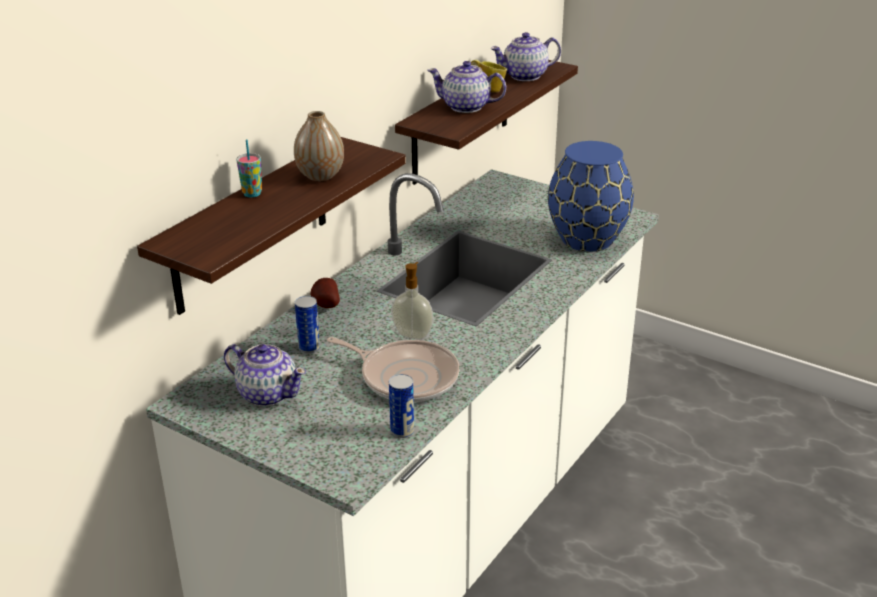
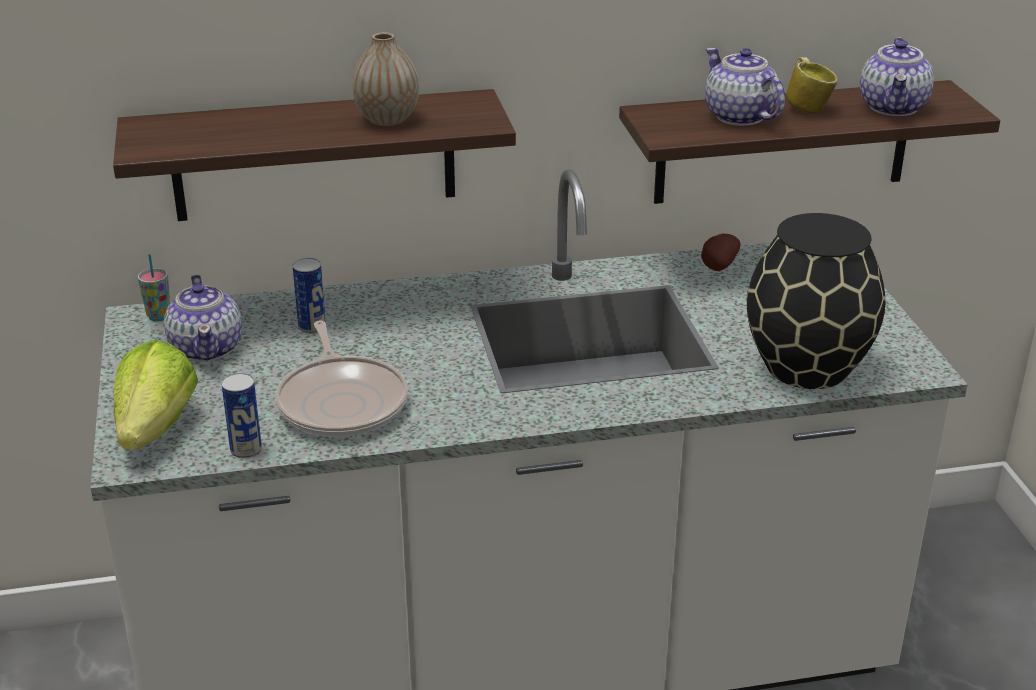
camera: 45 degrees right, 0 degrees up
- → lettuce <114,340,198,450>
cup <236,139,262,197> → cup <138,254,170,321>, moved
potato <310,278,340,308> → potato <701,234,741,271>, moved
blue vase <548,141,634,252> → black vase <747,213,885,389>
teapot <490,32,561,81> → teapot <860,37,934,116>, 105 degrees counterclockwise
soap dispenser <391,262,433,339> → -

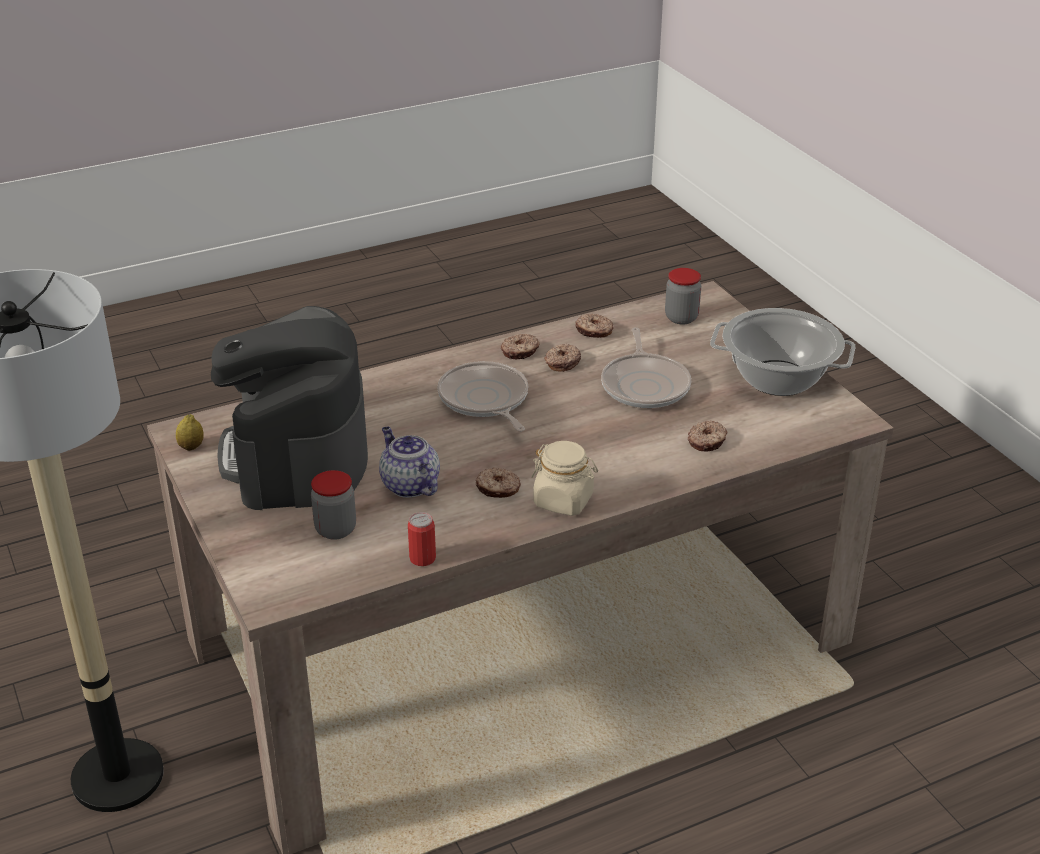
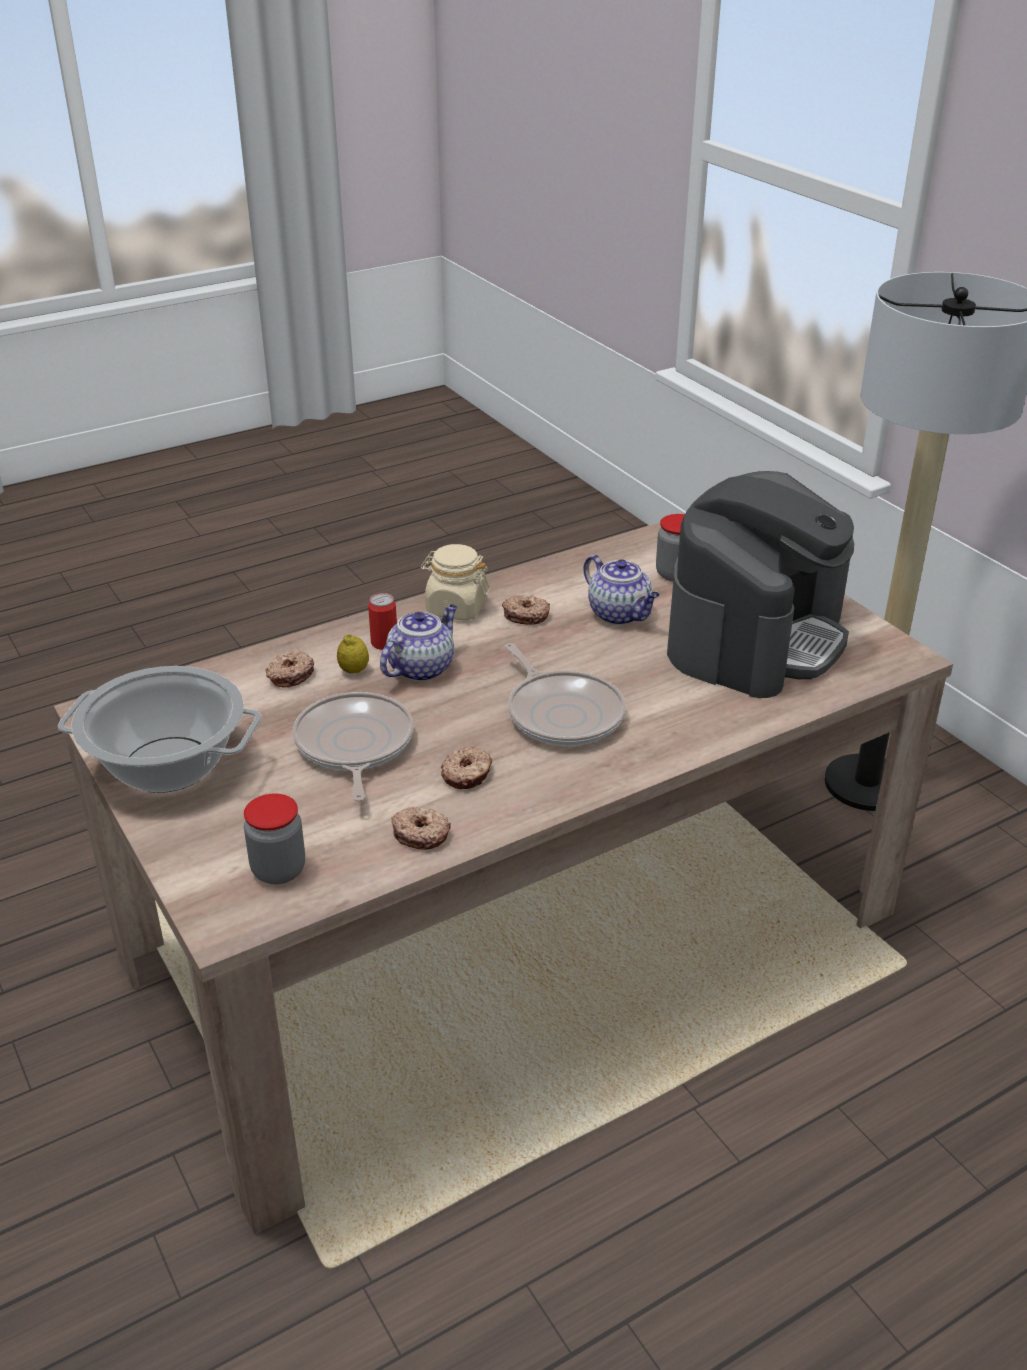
camera: 175 degrees right, 0 degrees up
lemon <176,414,204,451> → lemon <337,634,369,674>, moved
can <408,512,436,566> → can <368,593,397,650>, moved
- → teapot <380,604,457,682>
coffee machine <211,306,368,510> → coffee machine <667,471,854,698>, 45 degrees clockwise
donut <501,334,540,359> → -

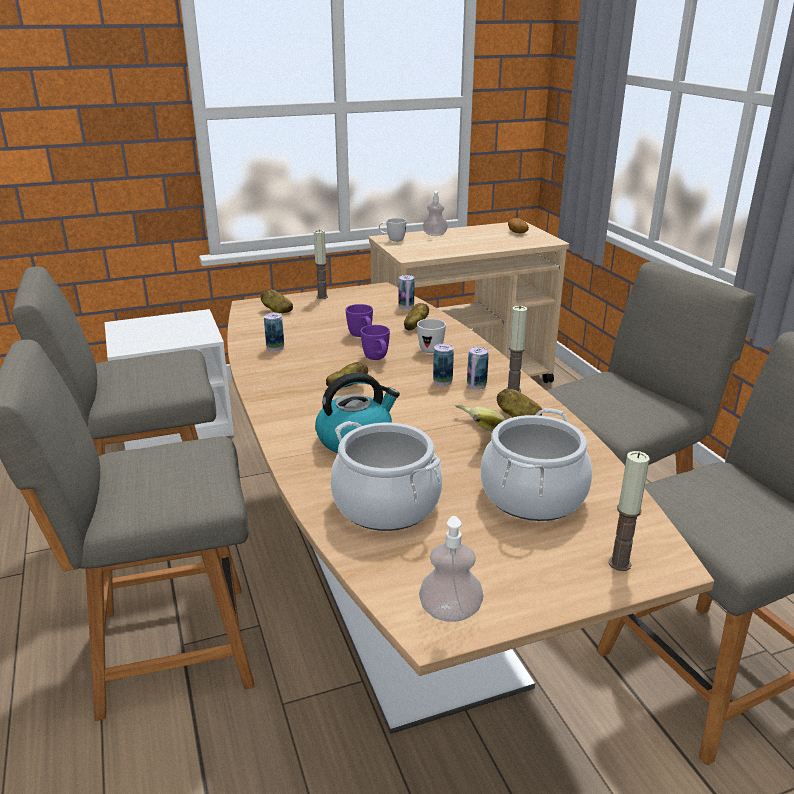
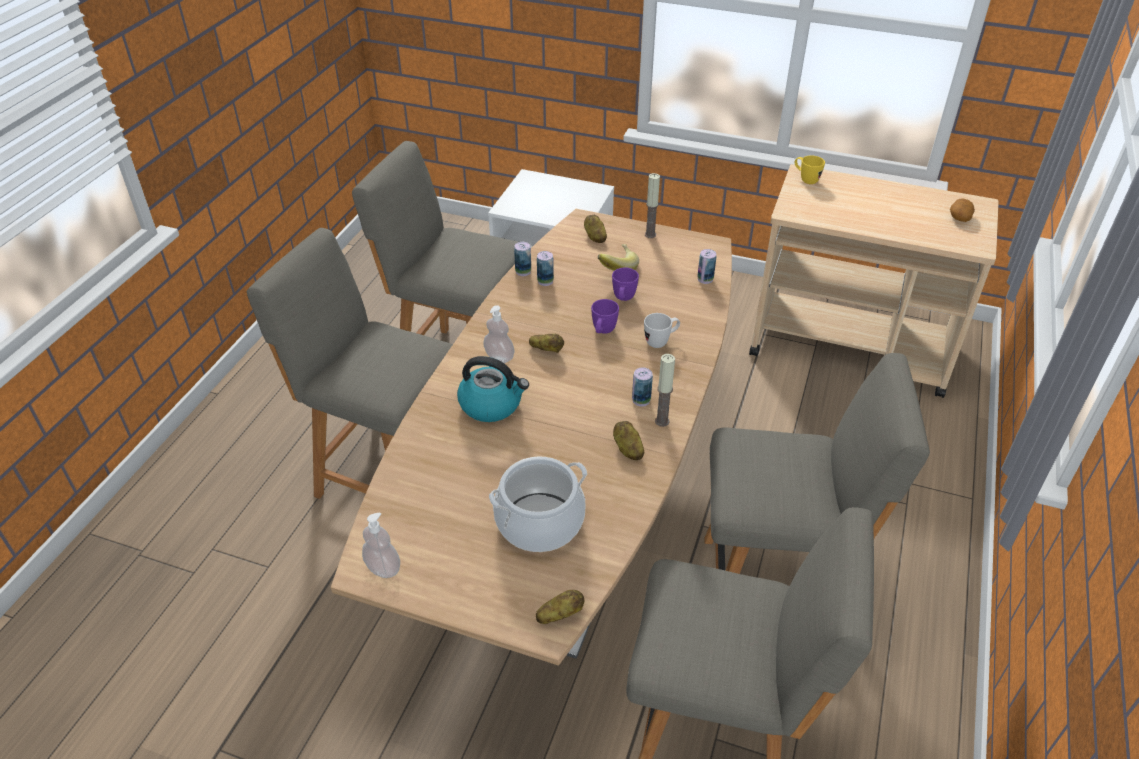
camera: 40 degrees right, 15 degrees up
soap dispenser <423,191,448,236> → soap dispenser <483,305,515,363>, moved
can <433,344,454,386> → can <514,242,531,276>, moved
potato <404,303,429,330> → potato <536,590,584,624>, moved
banana <455,403,505,432> → banana <597,244,639,271>, moved
white mug <379,218,407,242> → yellow mug <795,156,825,184>
cooking pot <330,421,442,531> → -
candle <609,451,650,571> → -

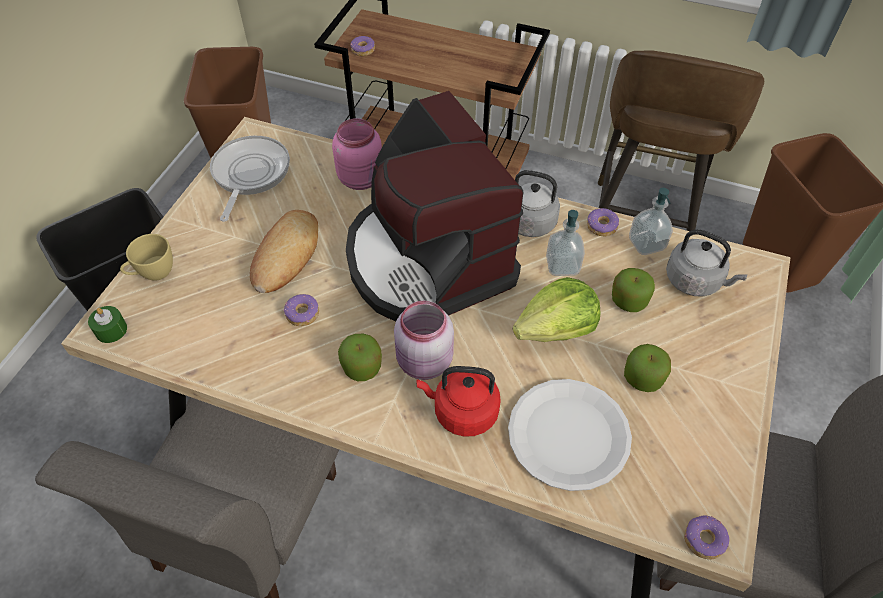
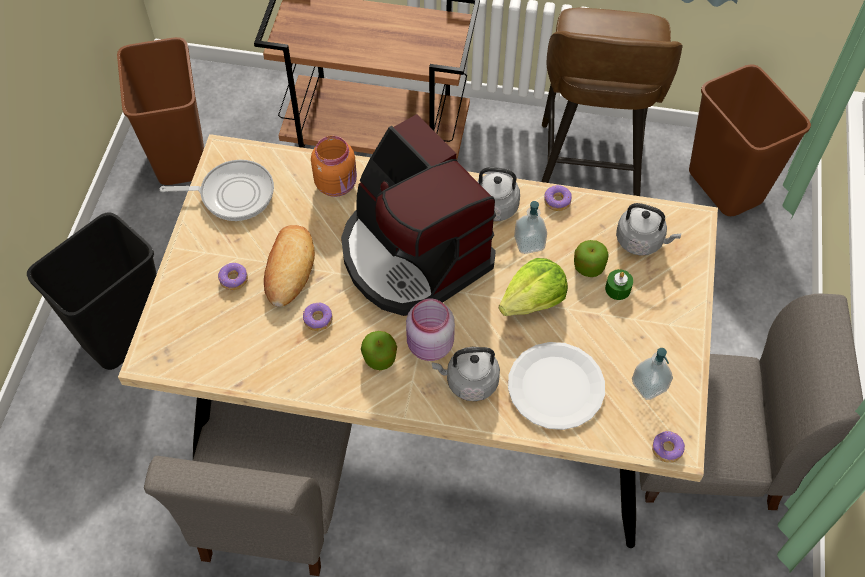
camera: 10 degrees left, 5 degrees up
frying pan <210,136,290,222> → frying pan <160,160,274,221>, 90 degrees clockwise
donut <350,36,375,56> → donut <218,263,248,290>, moved
pink jar <332,118,382,190> → orange jar <311,136,357,197>
red kettle <417,366,501,437> → grey kettle <432,347,500,401>
green candle <88,306,127,343> → green candle <605,269,633,300>, moved
soap dispenser <629,188,673,255> → soap dispenser <632,348,673,400>, moved
yellow cup <120,234,173,281> → -
apple <624,344,671,392> → -

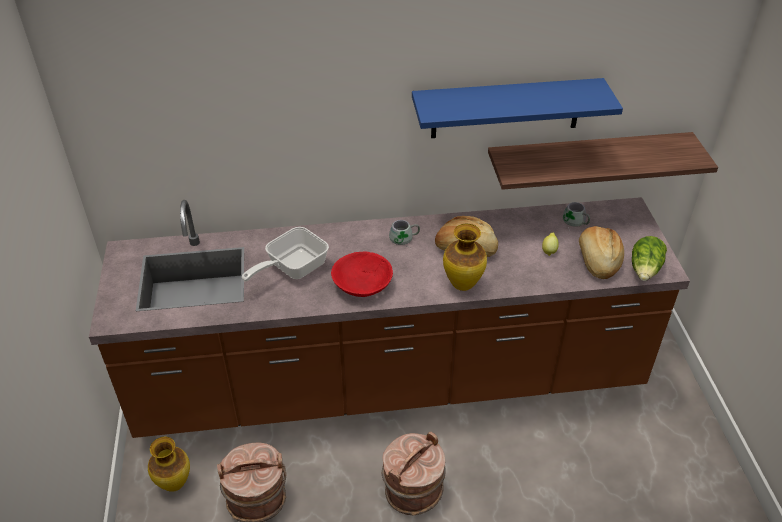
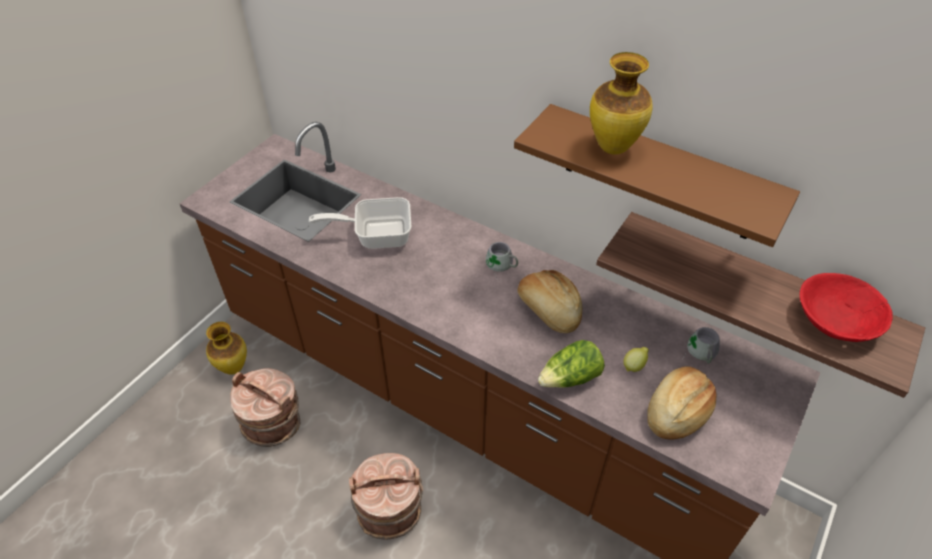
camera: 40 degrees right, 5 degrees up
blue shelf <412,78,623,138> → brown shelf <514,104,800,247>
lettuce <632,236,667,281> → lettuce <538,340,605,388>, moved
vase <443,224,487,291> → vase <590,52,653,155>, moved
red bowl <331,252,393,297> → red bowl <800,273,893,342>, moved

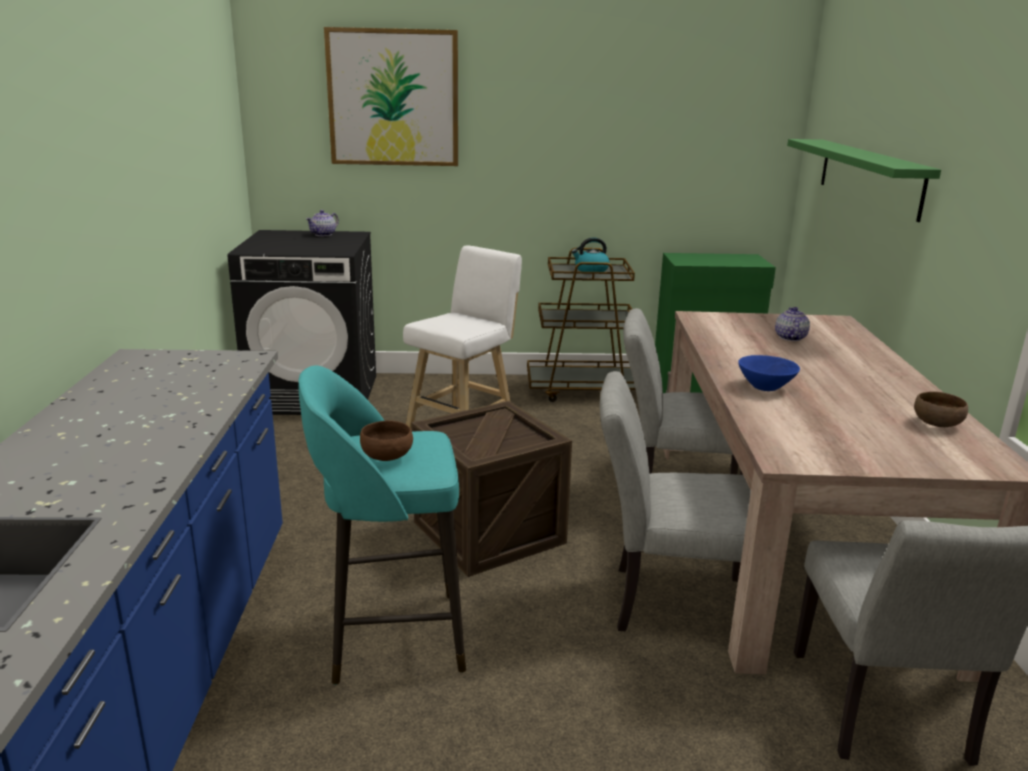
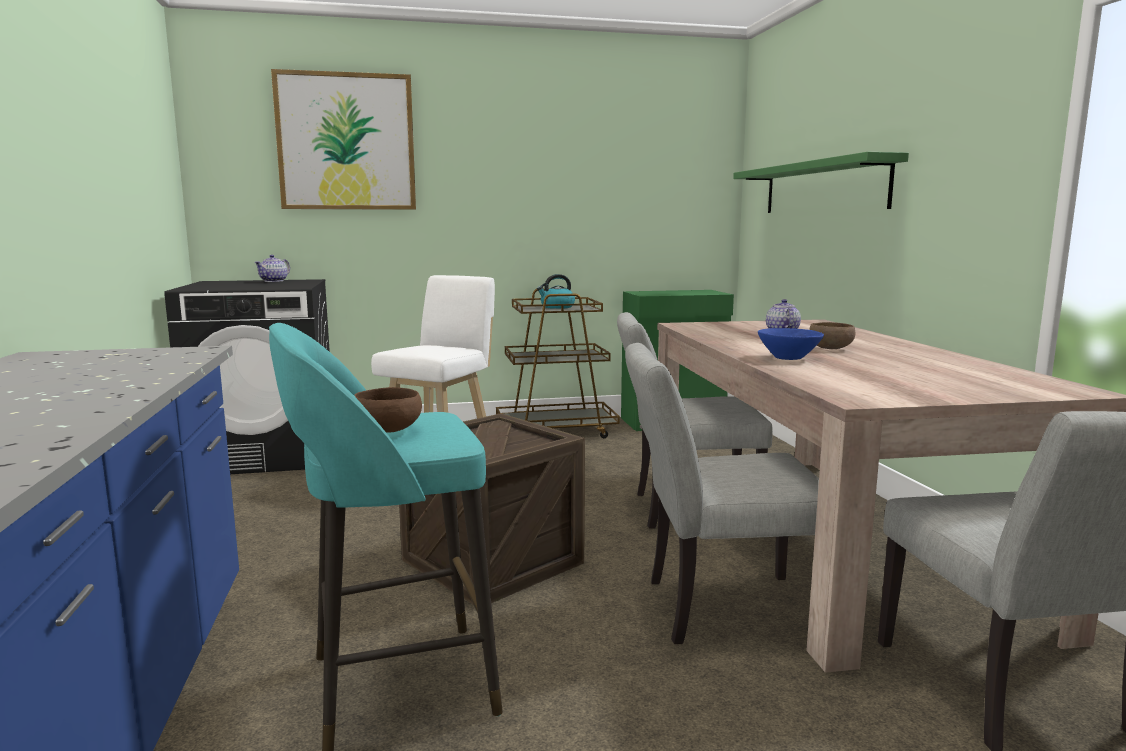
camera: 10 degrees left, 10 degrees down
brown bowl <914,392,968,427> → brown bowl <809,322,855,349>, moved

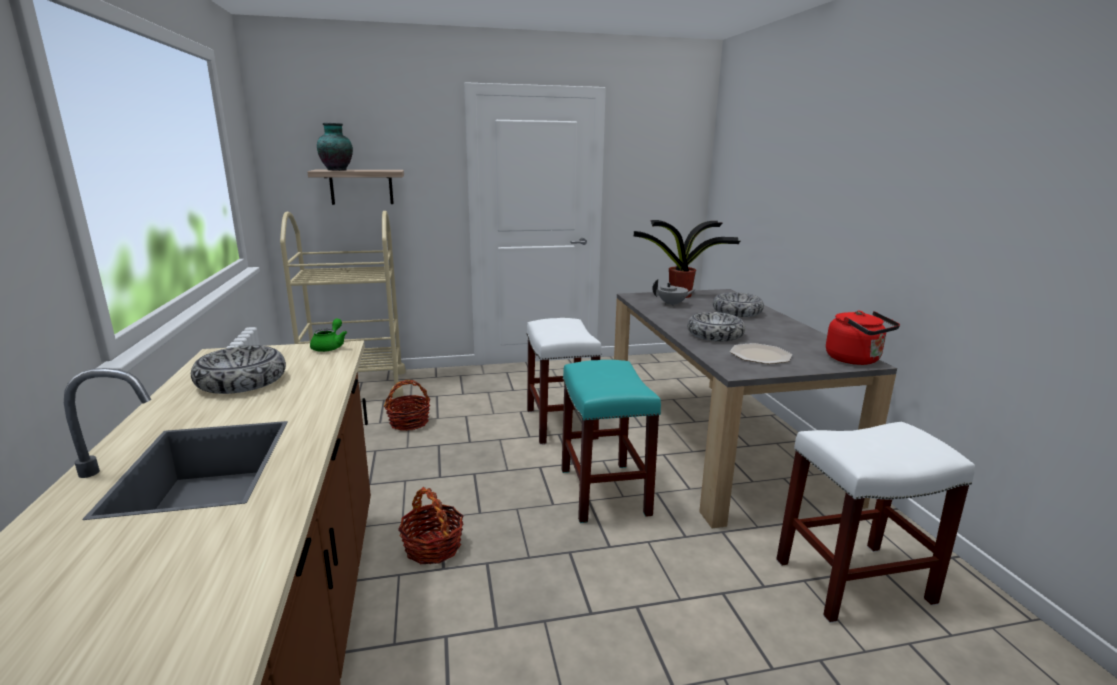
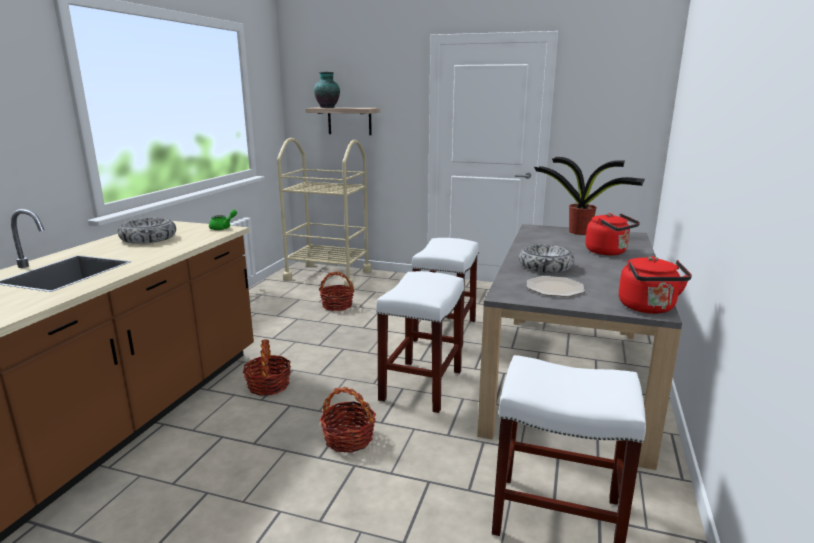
camera: 30 degrees right, 0 degrees up
- → basket <320,387,376,453>
turquoise stool <562,360,661,523> → white stool <376,271,464,413>
bowl <713,292,764,317> → red kettle <585,213,640,256>
grey teapot <652,279,696,307> → -

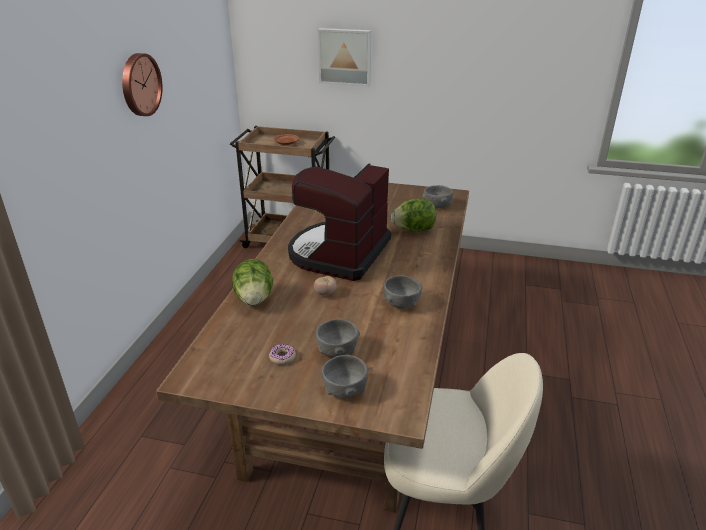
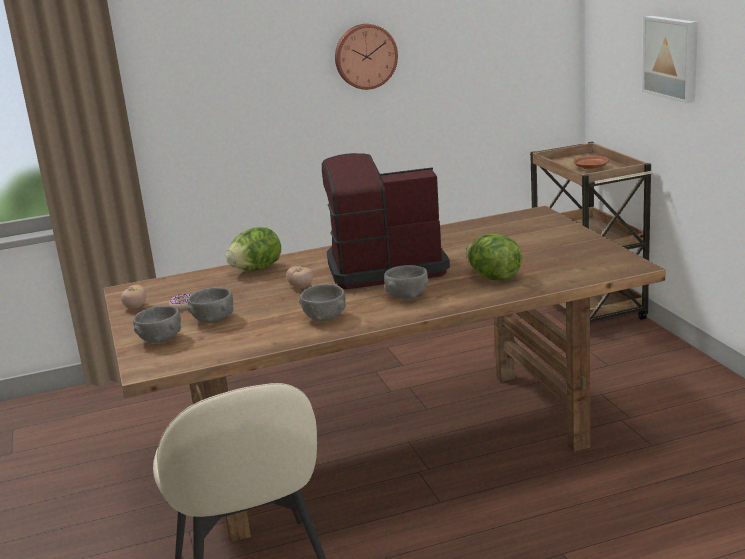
camera: 60 degrees right, 10 degrees down
- → tomato <121,285,146,308>
grey bowl <422,185,453,208> → grey bowl <384,265,429,299>, moved

